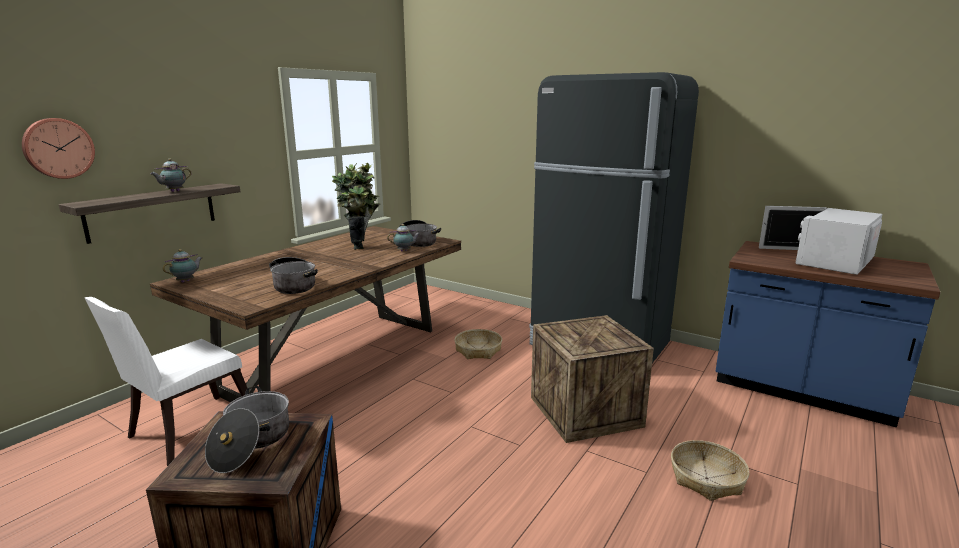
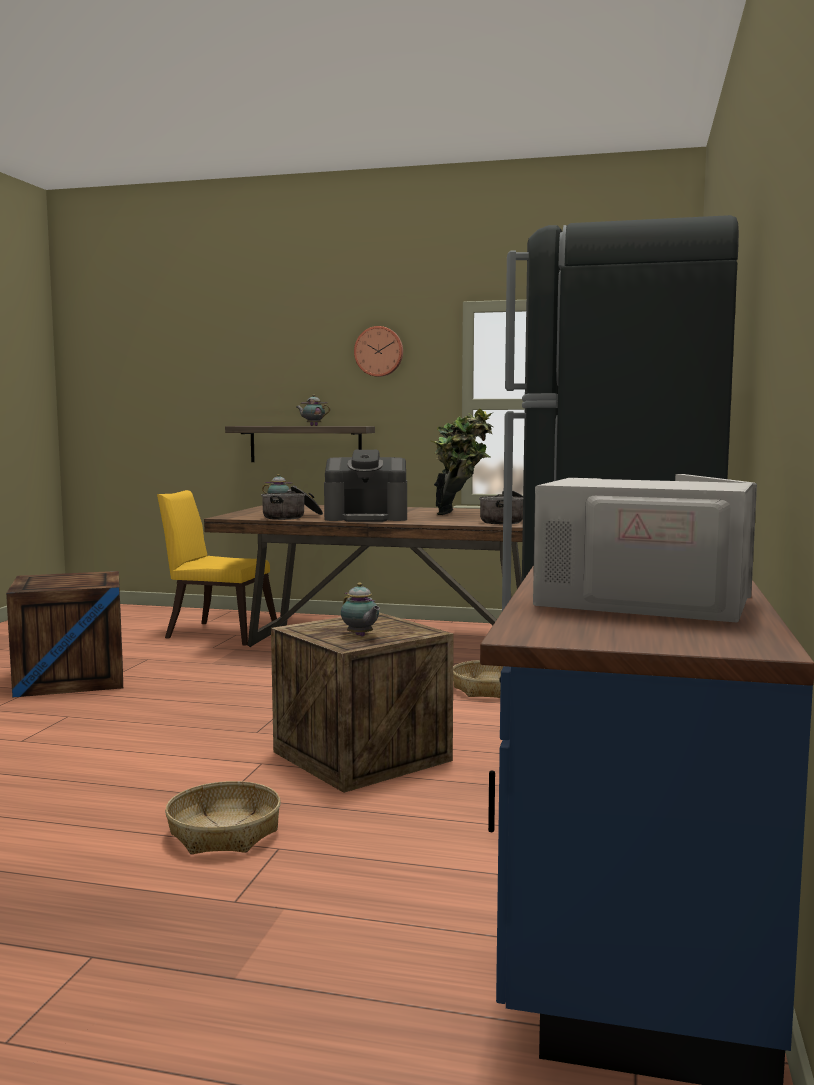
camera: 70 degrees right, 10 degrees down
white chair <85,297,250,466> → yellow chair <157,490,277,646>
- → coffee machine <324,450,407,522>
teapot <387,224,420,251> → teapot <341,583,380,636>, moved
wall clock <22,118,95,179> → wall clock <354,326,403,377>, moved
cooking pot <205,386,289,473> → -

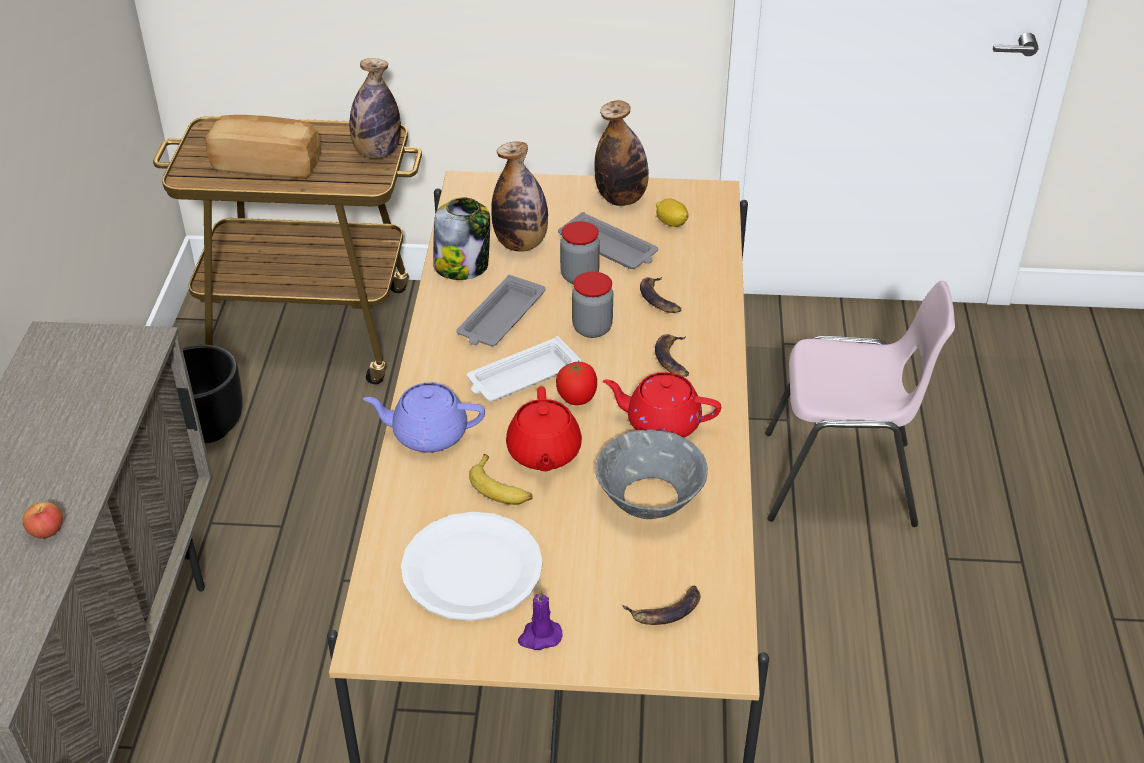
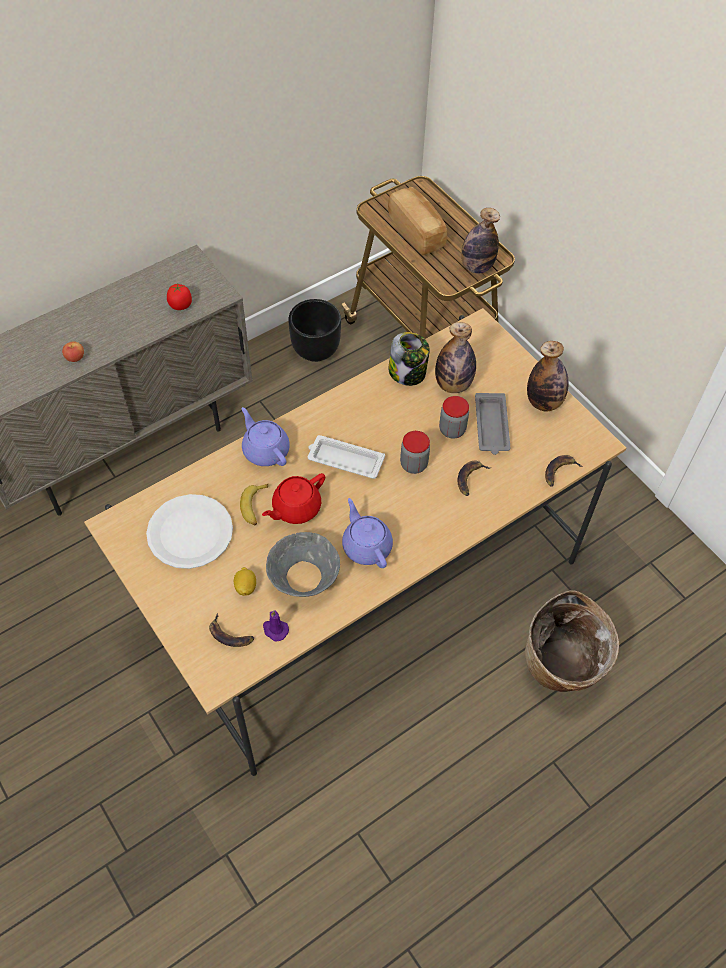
camera: 50 degrees right, 15 degrees up
tomato <556,361,597,405> → tomato <167,284,192,310>, moved
lemon <656,198,689,227> → lemon <234,567,256,596>, moved
purple candle <518,589,563,650> → purple candle <263,610,289,641>, moved
red teapot <603,372,721,438> → purple teapot <342,498,393,568>
pink chair <765,281,955,527> → basket <525,590,619,692>
banana <655,334,689,377> → banana <545,455,583,487>, moved
grey tray <456,275,545,346> → -

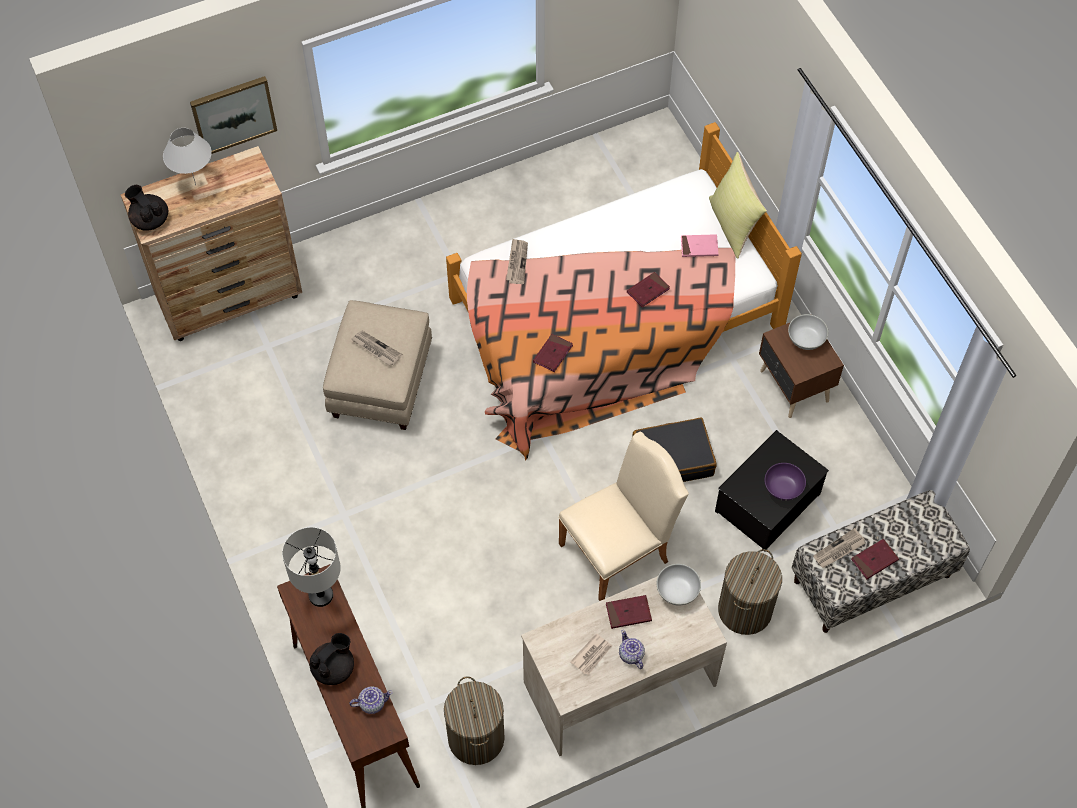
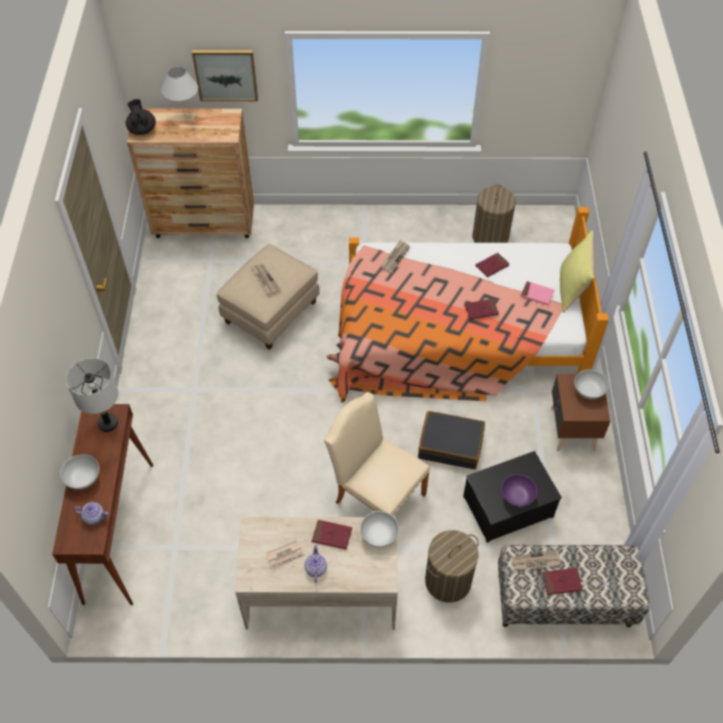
camera: 25 degrees right, 5 degrees down
black teapot <310,633,354,685> → white bowl <60,454,99,490>
beige chair <559,432,689,601> → beige chair <324,392,430,516>, 135 degrees counterclockwise
laundry basket <444,676,505,765> → laundry basket <473,184,516,243>, moved
red book <533,334,573,372> → red book <476,253,510,277>, moved

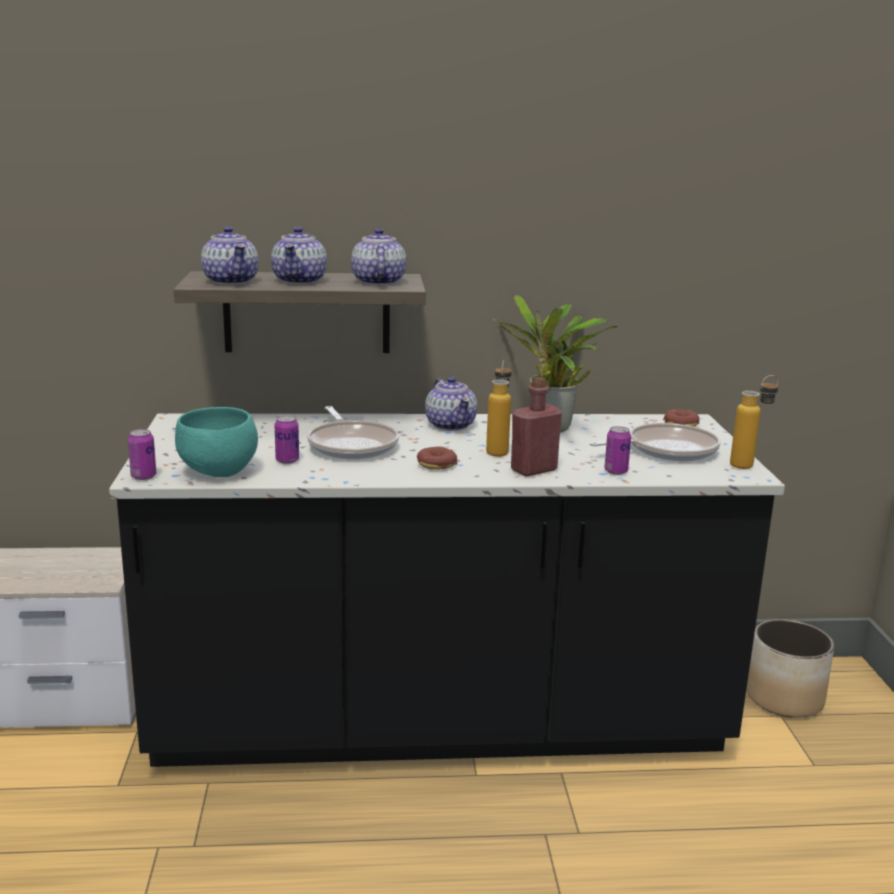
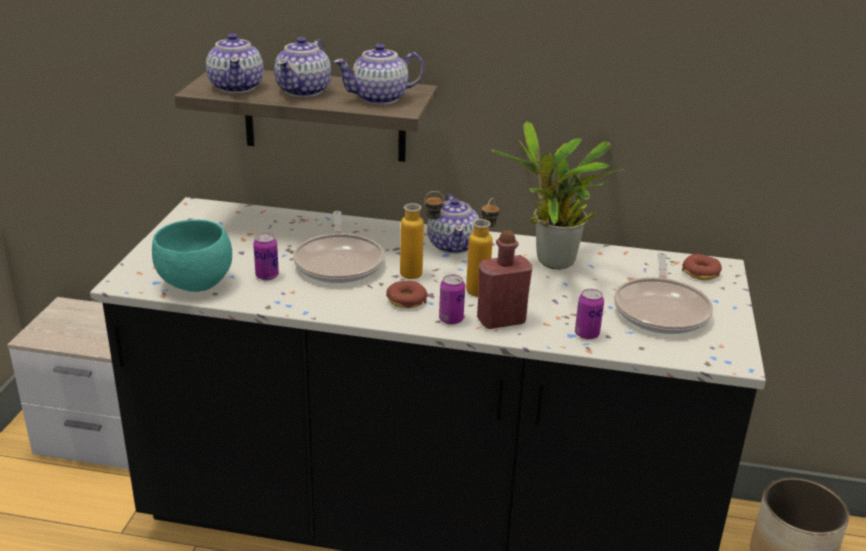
camera: 15 degrees right, 10 degrees up
teapot <351,228,406,285> → teapot <334,44,424,105>, 120 degrees counterclockwise
bottle <730,375,778,469> → bottle <400,191,444,279>, moved
can <128,429,156,480> → can <439,274,465,325>, moved
frying pan <590,423,721,461> → frying pan <614,253,713,334>, 105 degrees clockwise

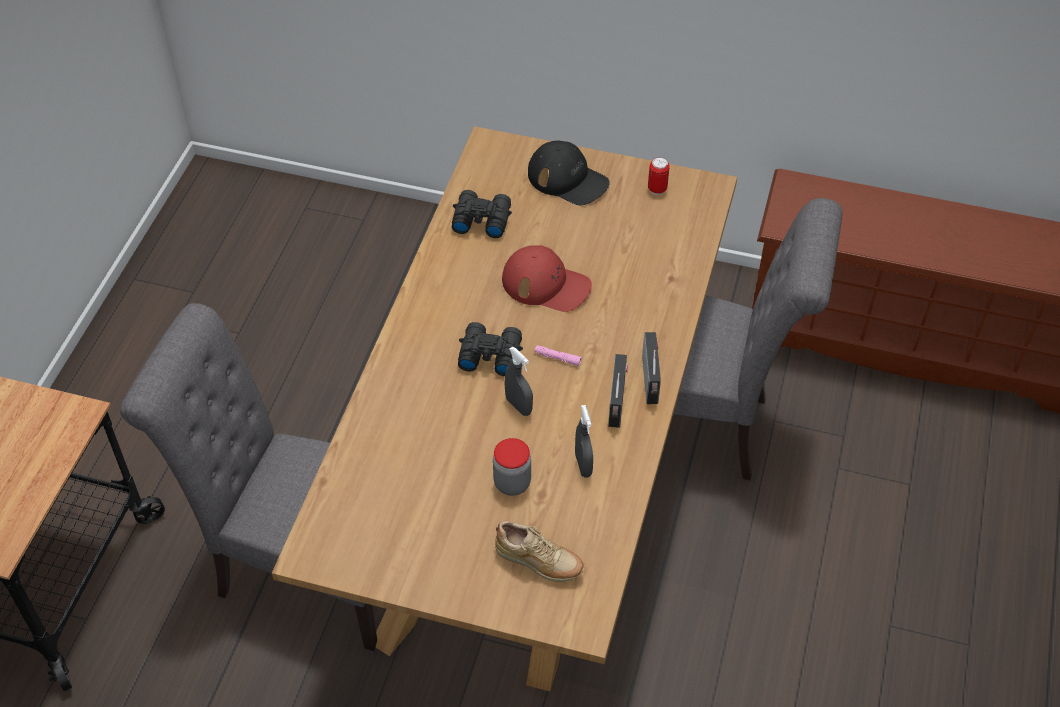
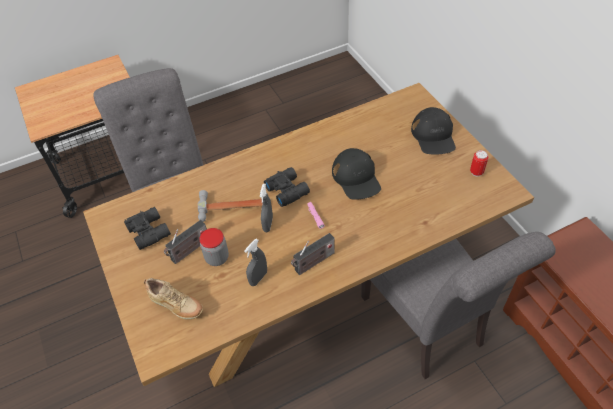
camera: 50 degrees right, 0 degrees up
black binoculars <452,190,512,238> → black binoculars <124,207,171,250>, moved
beige shoe <495,521,585,582> → beige shoe <144,278,203,319>, 45 degrees counterclockwise
radio <642,332,661,404> → radio <164,220,207,264>, moved
- → hammer <197,190,262,222>
red cap <502,245,592,312> → black cap <332,148,381,200>

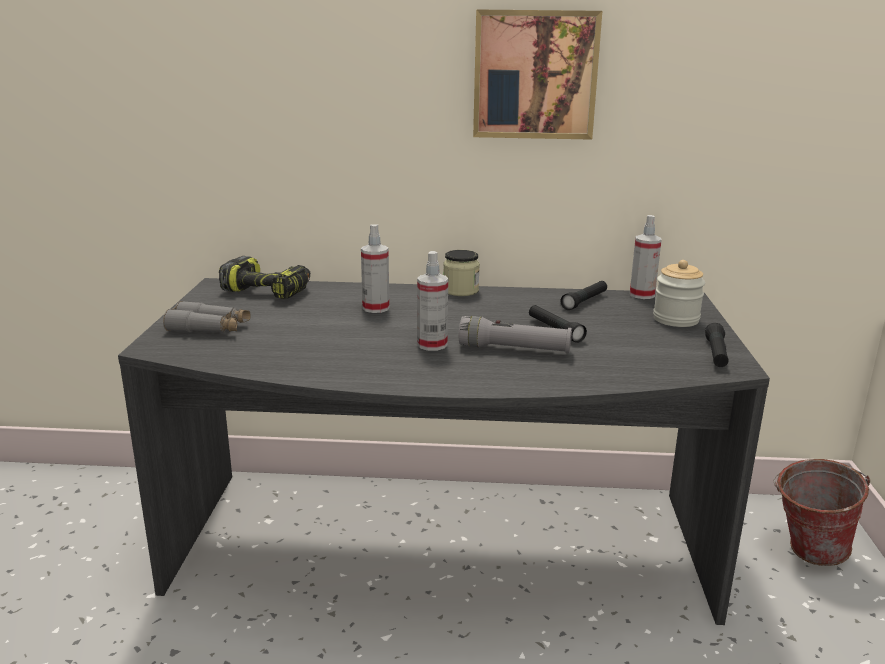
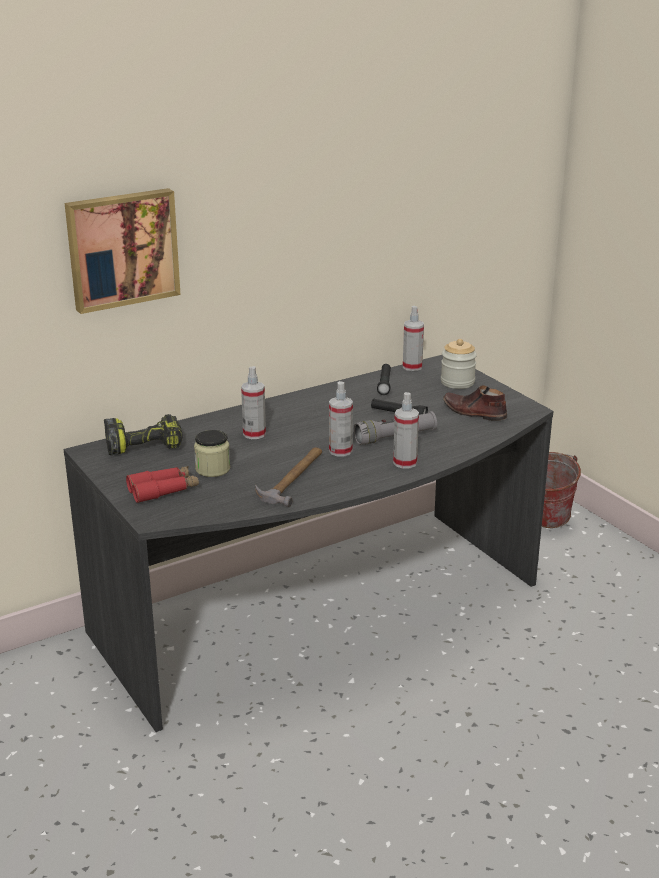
camera: 35 degrees left, 5 degrees up
picture <473,9,602,140> → picture <65,188,181,314>, moved
grey binoculars <163,301,251,332> → red binoculars <126,466,199,503>
jar <443,250,480,296> → jar <194,430,230,477>, moved
- → hammer <255,447,322,507>
- → spray bottle <393,392,419,469>
- → brown shoe <443,385,507,421>
black flashlight <705,323,729,367> → -

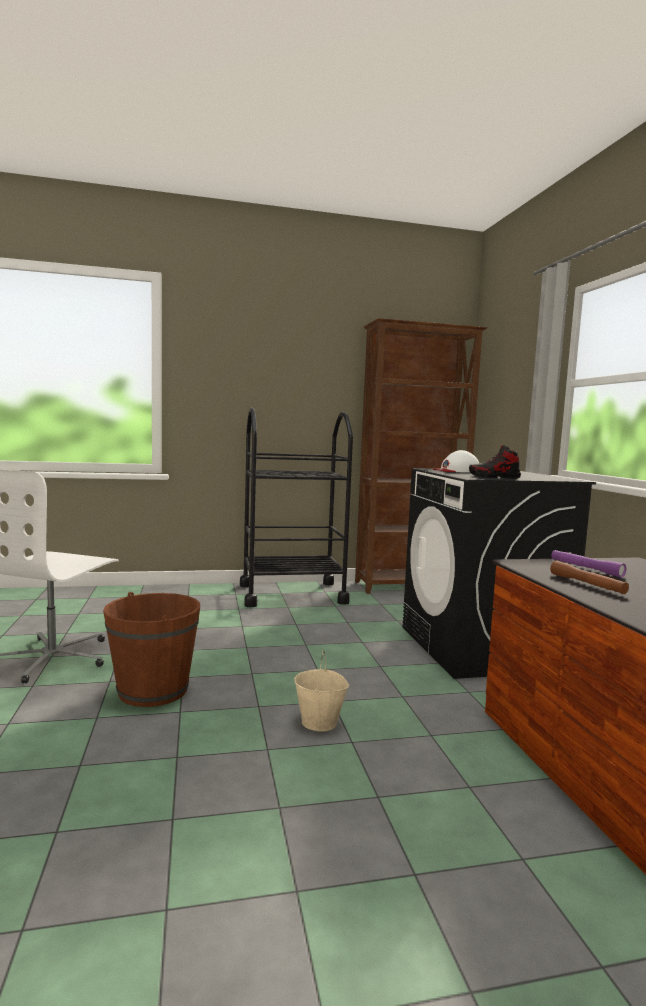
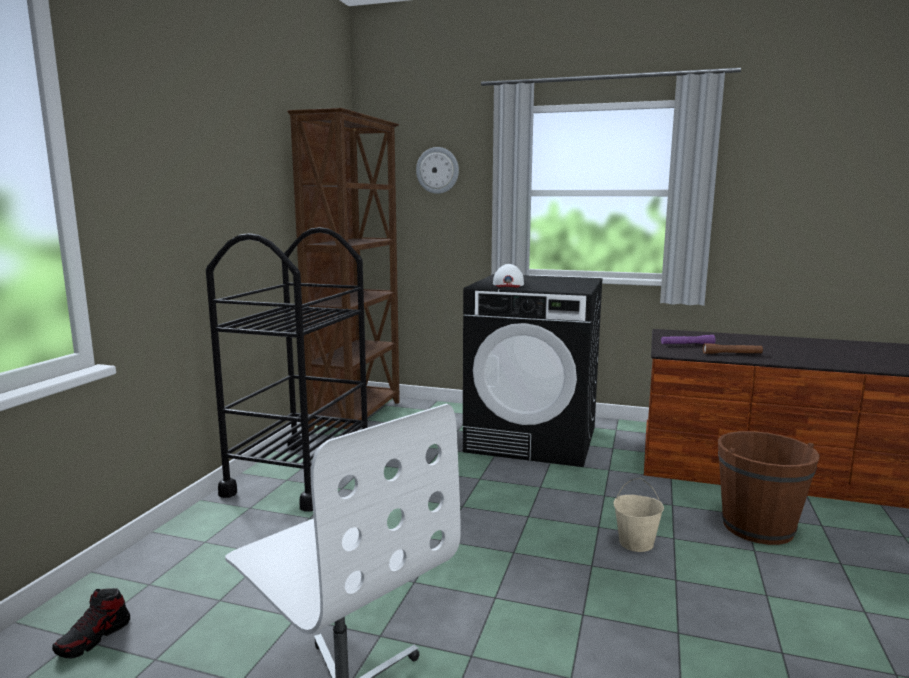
camera: 60 degrees left, 5 degrees up
shoe <469,445,521,479> → shoe <52,588,130,658>, moved
- → wall clock <416,147,459,194>
brown bucket <103,592,200,707> → brown bucket <718,431,820,545>, moved

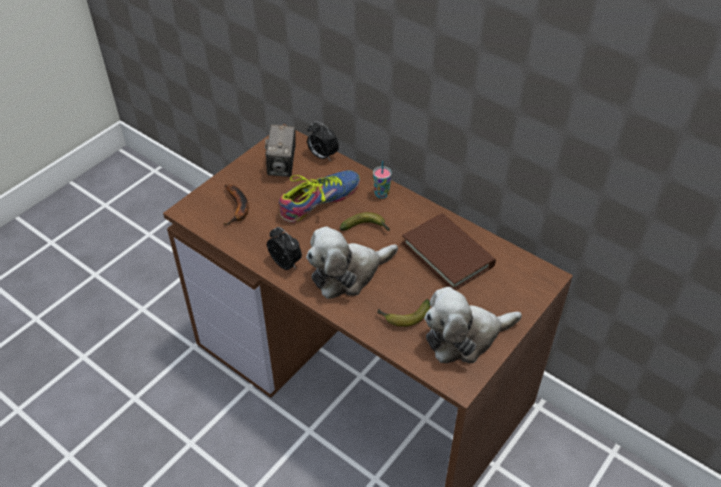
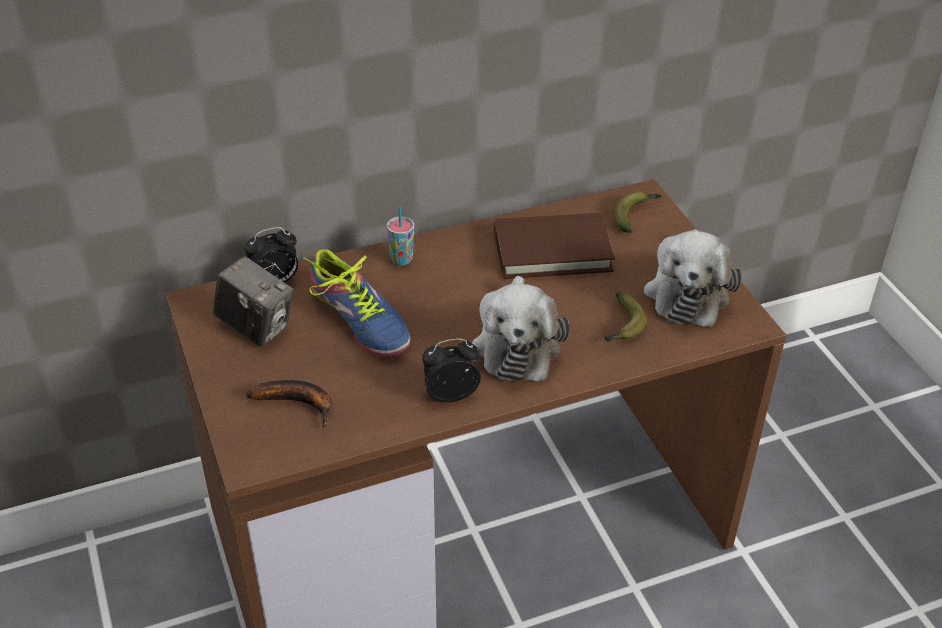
camera: 60 degrees left, 5 degrees down
shoe <279,170,360,223> → shoe <304,249,411,357>, 150 degrees clockwise
banana <340,212,390,231> → banana <614,191,661,233>, moved

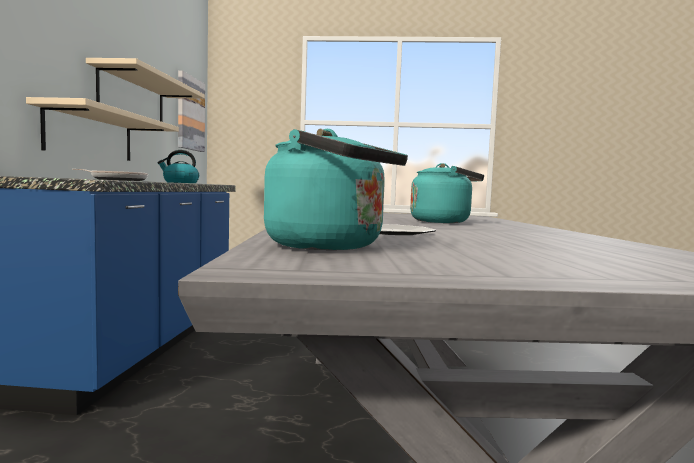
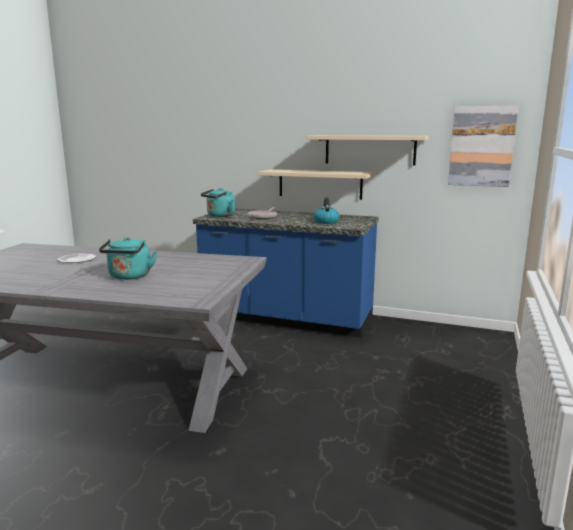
camera: 105 degrees right, 10 degrees up
turquoise kettle <264,129,408,250> → turquoise kettle <201,188,235,217>, moved

